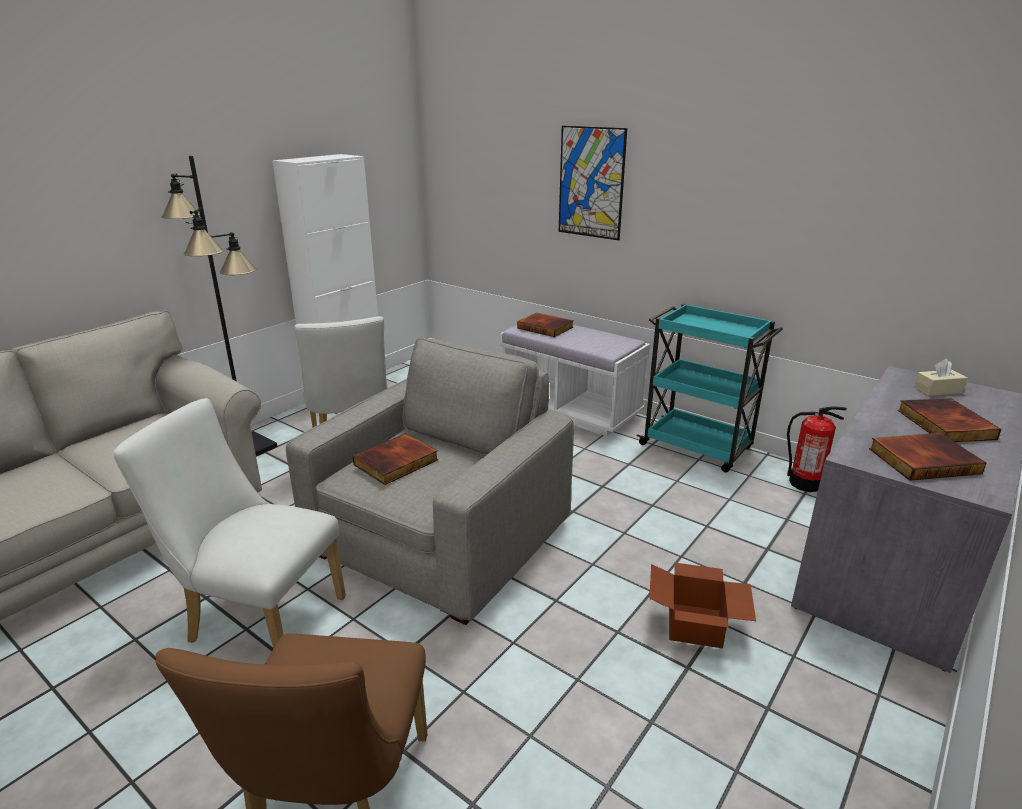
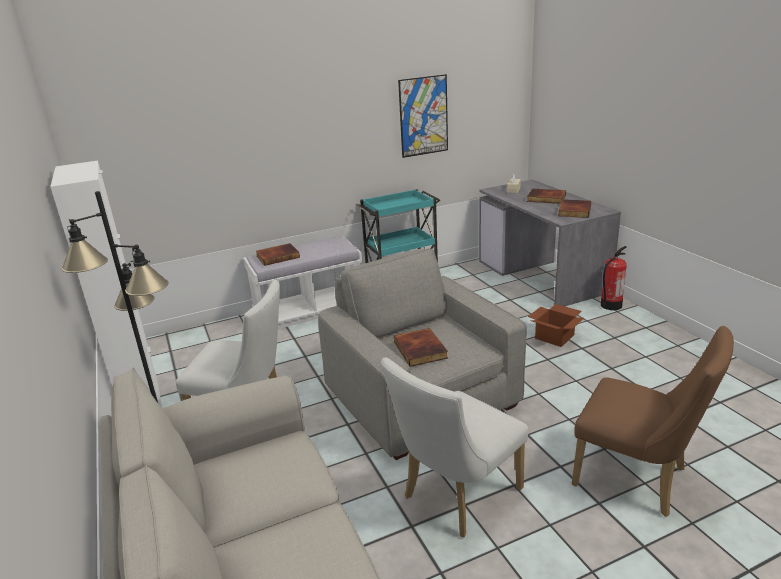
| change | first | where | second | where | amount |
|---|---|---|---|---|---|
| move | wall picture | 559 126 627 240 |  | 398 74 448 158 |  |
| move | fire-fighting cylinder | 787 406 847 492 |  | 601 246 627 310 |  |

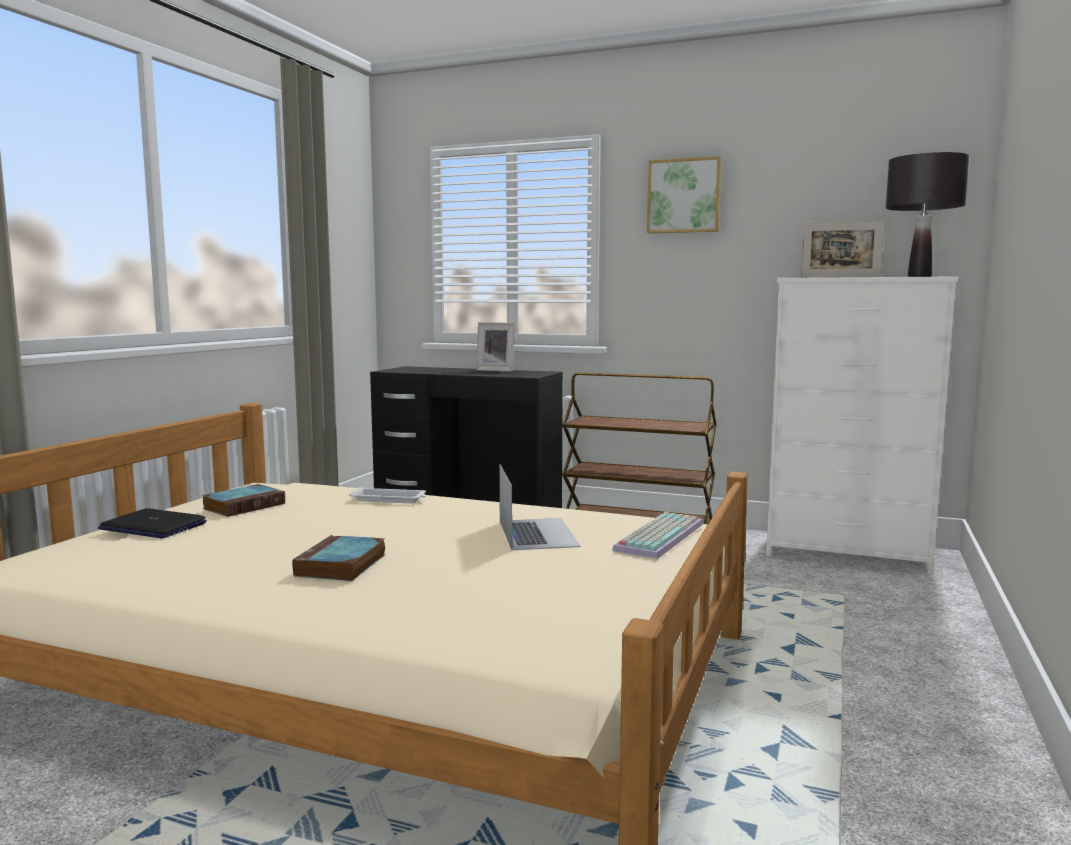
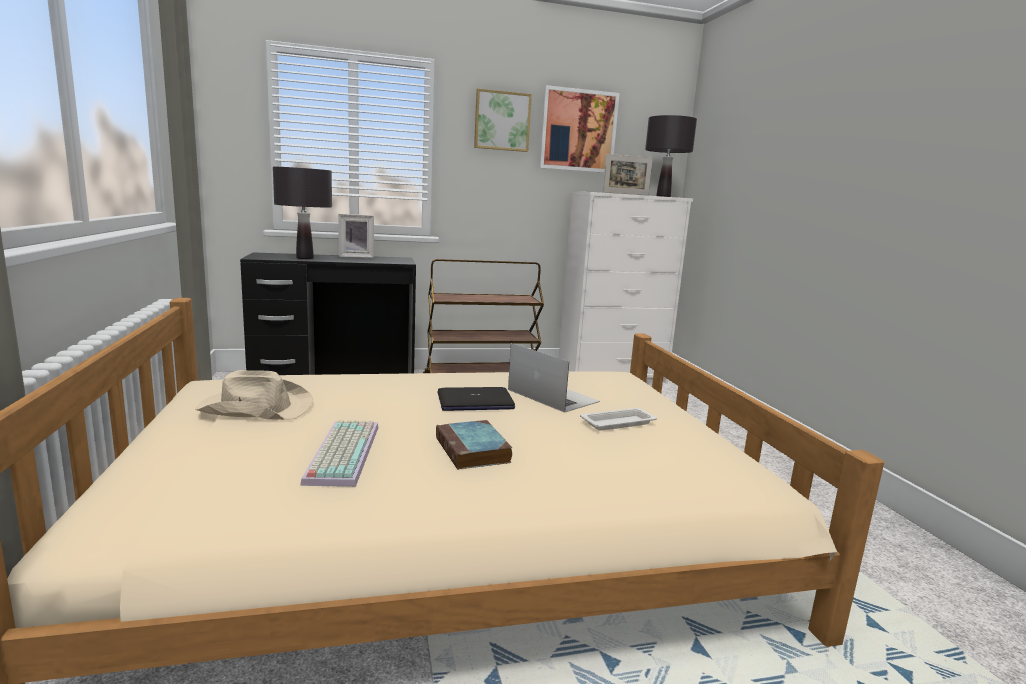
| change | first | where | second | where | amount |
|---|---|---|---|---|---|
| insert |  |  | tabletop lamp (black) | 273 167 332 259 |  |
| insert |  |  | wall picture | 539 85 620 173 |  |
| move | portable computer | 98 508 207 538 |  | 438 387 515 411 |  |
| move | tray (white-coloured) | 349 487 426 503 |  | 580 408 657 431 |  |
| move | keyboard | 612 512 703 559 |  | 300 420 379 487 |  |
| replace | bound book | 201 484 285 517 | wearable hat (sand-coloured) | 195 370 313 420 |  |

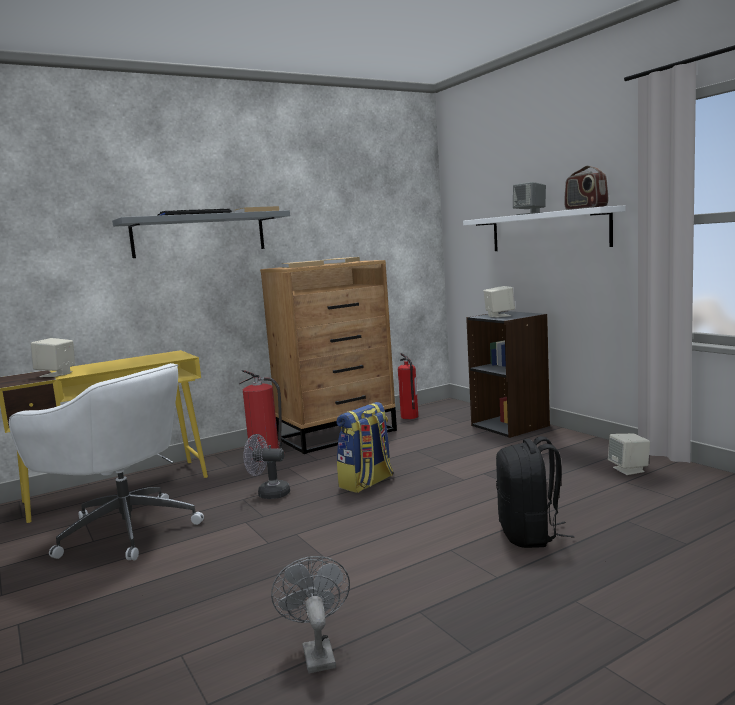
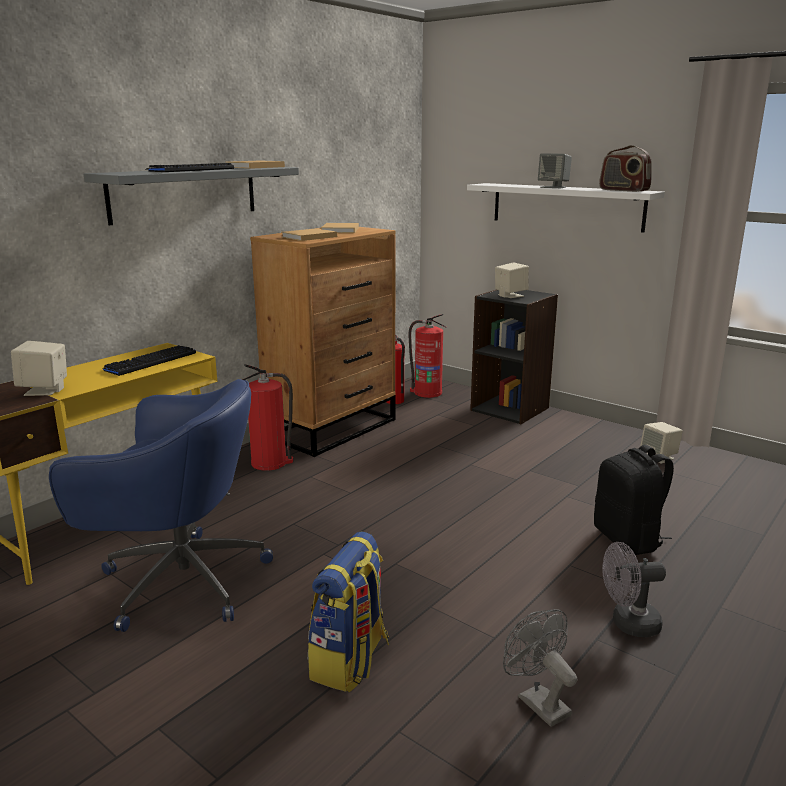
| change | first | where | second | where | amount |
|---|---|---|---|---|---|
| insert |  |  | keyboard | 103 345 196 376 |  |
| insert |  |  | fire-fighting cylinder | 409 314 447 398 |  |
| move | fan (gray) | 243 434 290 499 |  | 602 542 666 637 |  |
| move | rucksack | 337 402 393 493 |  | 308 531 389 692 |  |
| recolor | desk chair (white-coloured) | 9 363 204 560 | desk chair (bluish) | 49 379 273 632 |  |

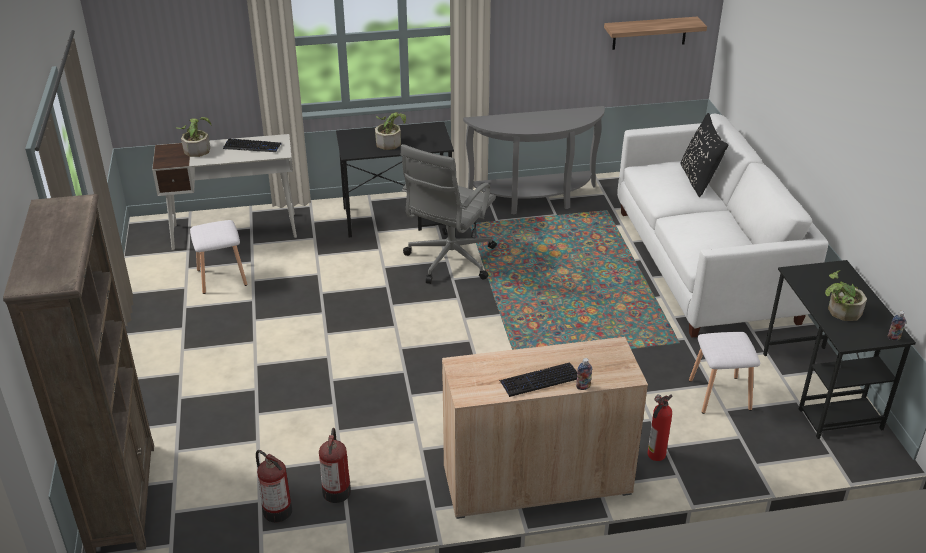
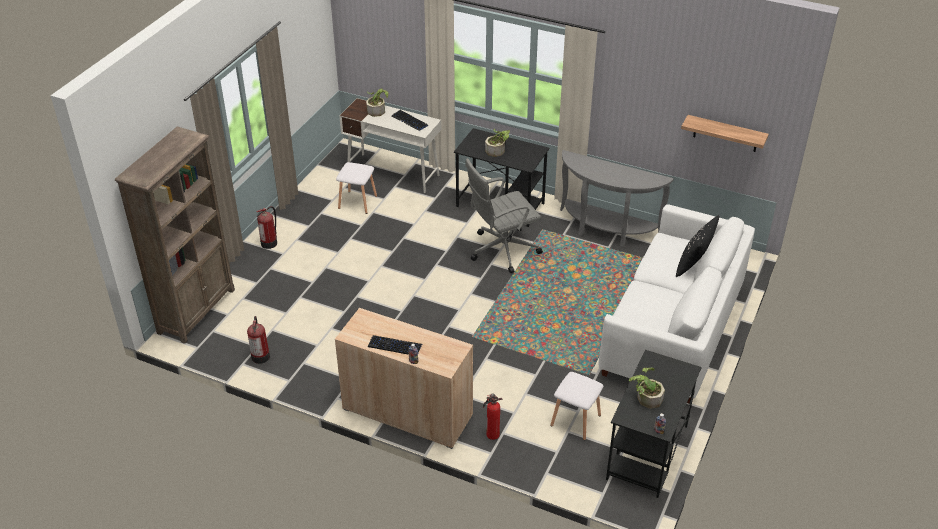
| change | first | where | second | where | amount |
|---|---|---|---|---|---|
| move | fire-fighting cylinder | 319 428 351 503 |  | 256 206 277 249 |  |

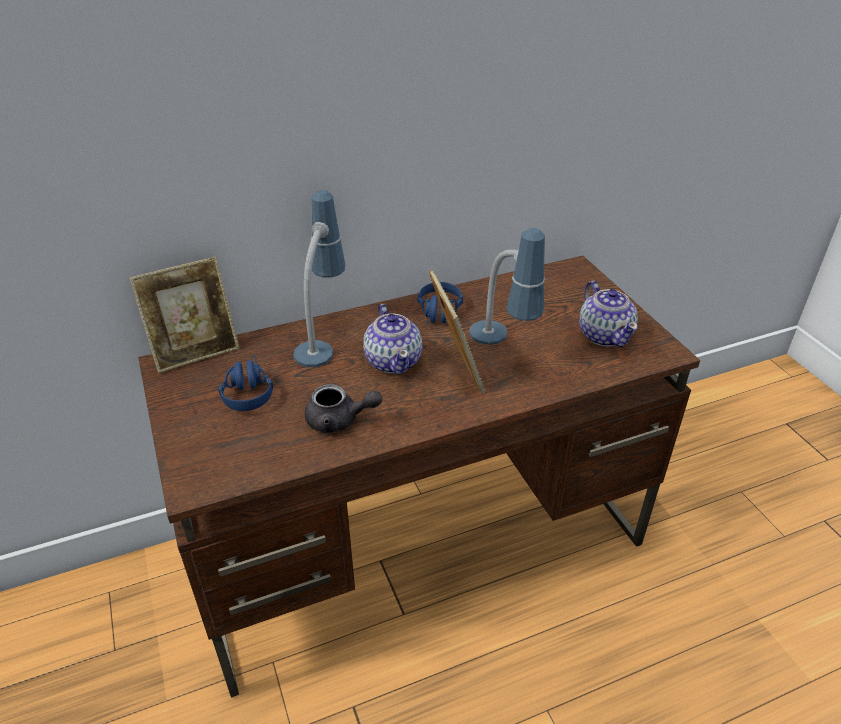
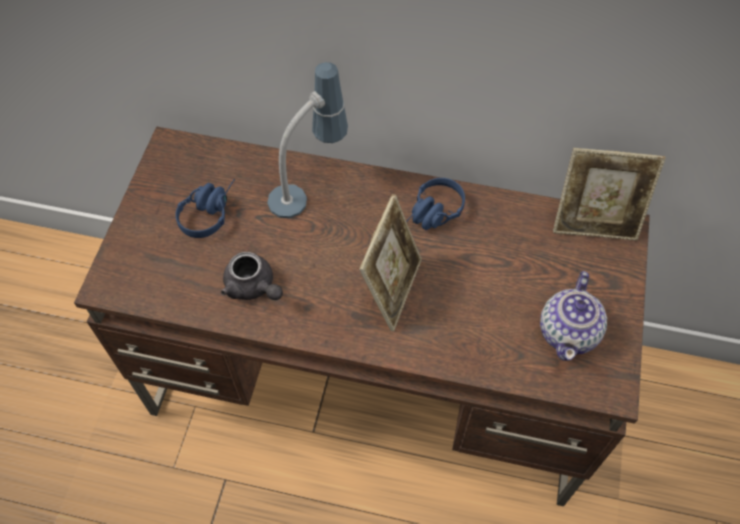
| change | first | where | second | where | amount |
|---|---|---|---|---|---|
| delete | pot for tea | 363 304 422 375 |  |  |  |
| delete | tabletop lamp | 469 228 545 345 |  |  |  |
| move | photo frame | 129 257 240 373 |  | 553 148 666 240 |  |

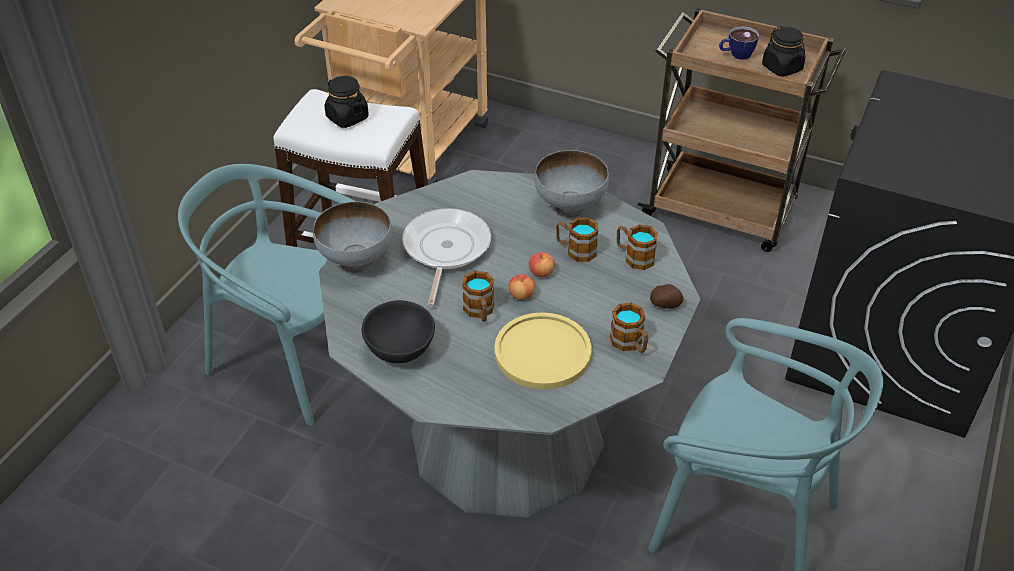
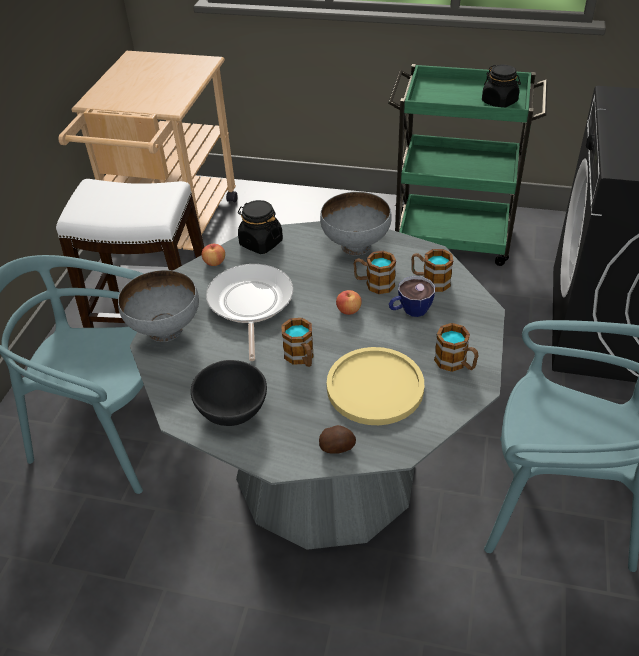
| change | first | where | second | where | amount |
|---|---|---|---|---|---|
| move | preserve jar (black) | 325 76 369 128 |  | 238 200 283 254 |  |
| move | whole apple | 509 274 535 300 |  | 202 244 225 266 |  |
| move | potato | 650 284 683 309 |  | 319 425 356 453 |  |
| move | cup | 719 26 759 60 |  | 389 276 435 317 |  |
| recolor | wheeled cart (brown) | 637 8 846 252 | wheeled cart (greenish) | 388 64 547 266 |  |

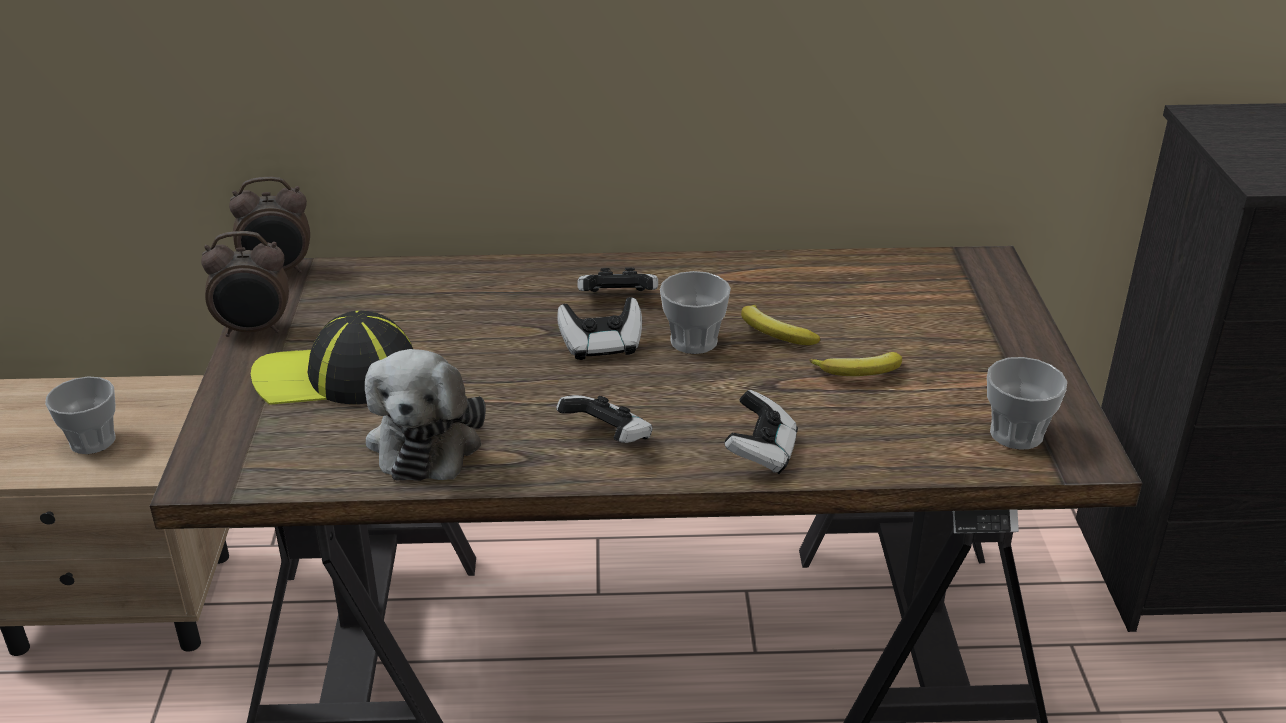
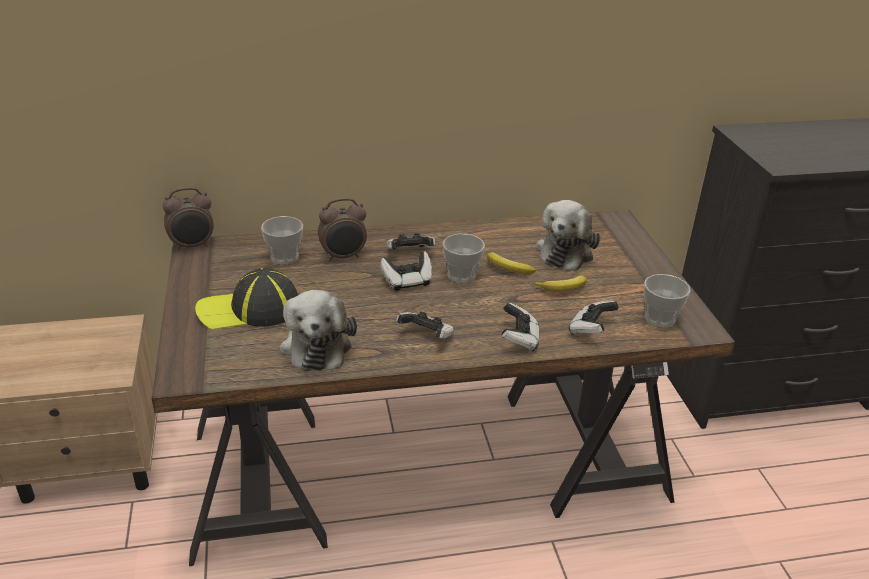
| change | first | where | second | where | amount |
|---|---|---|---|---|---|
| insert |  |  | cuddly toy | 536 200 601 271 |  |
| insert |  |  | joypad | 569 301 619 335 |  |
| move | cup | 45 376 116 454 |  | 261 216 303 265 |  |
| move | alarm clock | 201 231 289 337 |  | 318 198 367 261 |  |

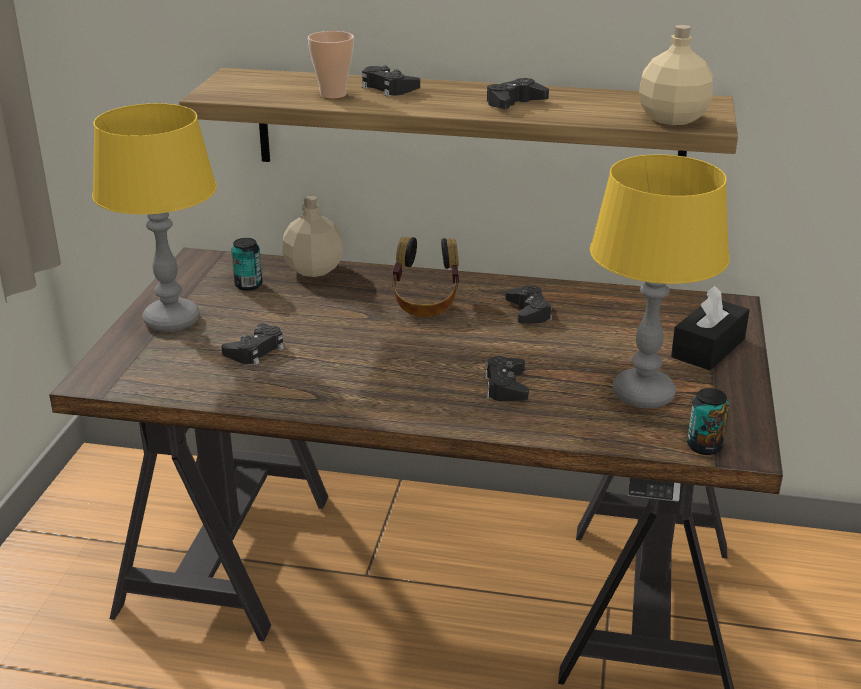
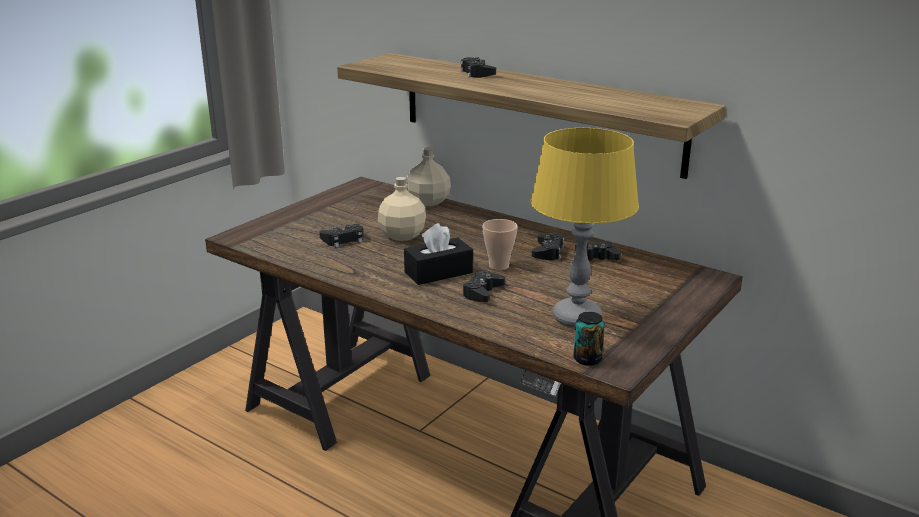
| change | first | where | second | where | amount |
|---|---|---|---|---|---|
| delete | tabletop lamp (yellowish) | 92 103 217 332 |  |  |  |
| delete | metal can | 231 238 262 291 |  |  |  |
| delete | headset | 392 237 459 317 |  |  |  |
| move | cup | 308 31 354 99 |  | 482 219 518 270 |  |
| move | joypad (black) | 487 78 549 109 |  | 575 241 621 261 |  |
| move | drink bottle (sand-coloured) | 639 25 713 125 |  | 378 177 426 241 |  |
| move | tissue box (black) | 671 285 749 371 |  | 404 223 473 285 |  |

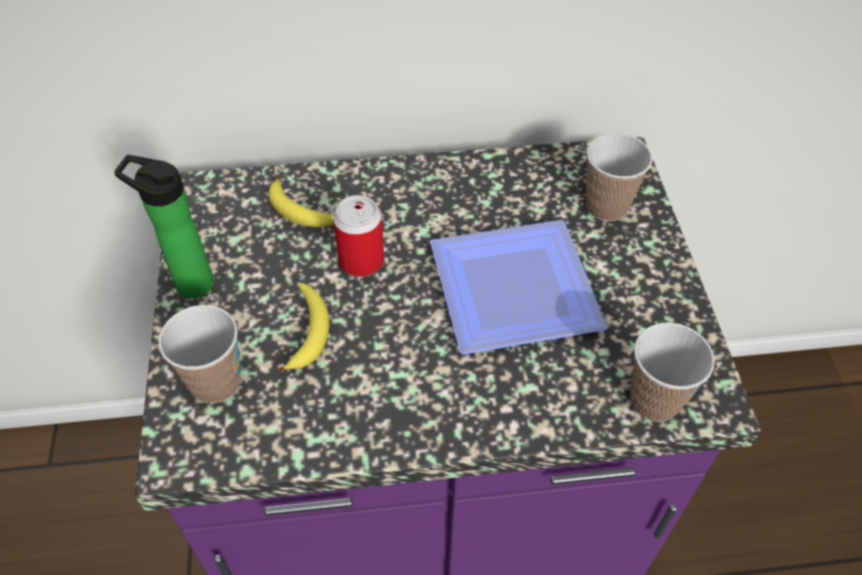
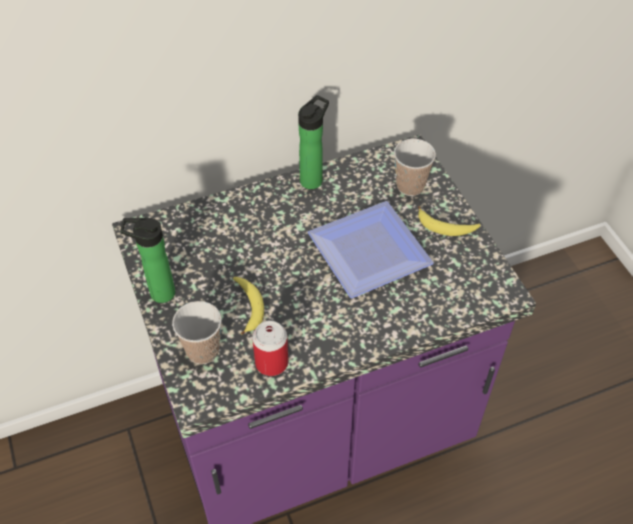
| change | first | where | second | where | amount |
|---|---|---|---|---|---|
| delete | cup | 630 322 715 422 |  |  |  |
| insert |  |  | drink bottle | 298 95 329 189 |  |
| move | banana fruit | 269 175 334 227 |  | 418 206 481 236 |  |
| move | metal can | 333 195 384 277 |  | 252 321 289 376 |  |

